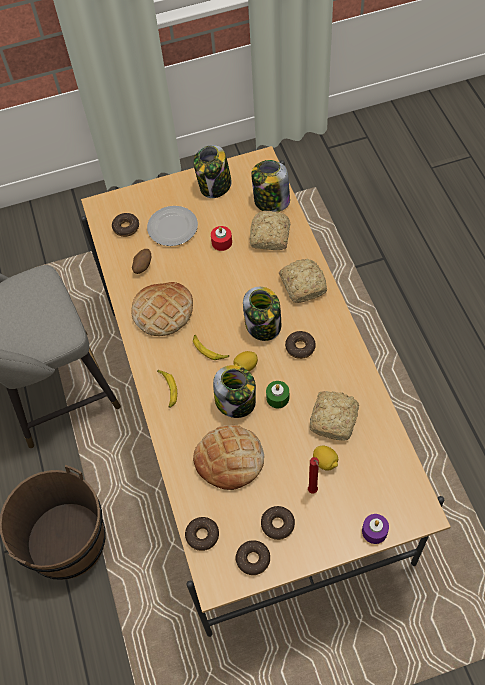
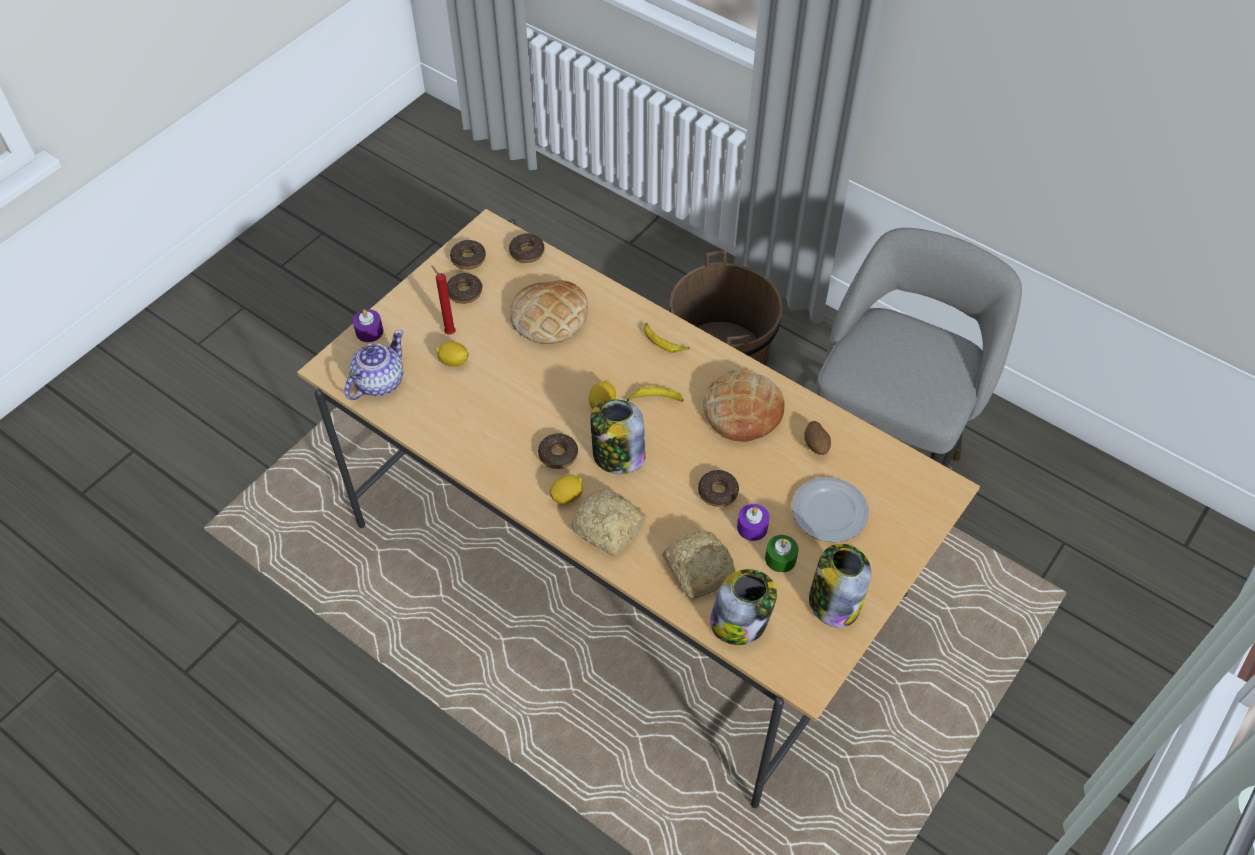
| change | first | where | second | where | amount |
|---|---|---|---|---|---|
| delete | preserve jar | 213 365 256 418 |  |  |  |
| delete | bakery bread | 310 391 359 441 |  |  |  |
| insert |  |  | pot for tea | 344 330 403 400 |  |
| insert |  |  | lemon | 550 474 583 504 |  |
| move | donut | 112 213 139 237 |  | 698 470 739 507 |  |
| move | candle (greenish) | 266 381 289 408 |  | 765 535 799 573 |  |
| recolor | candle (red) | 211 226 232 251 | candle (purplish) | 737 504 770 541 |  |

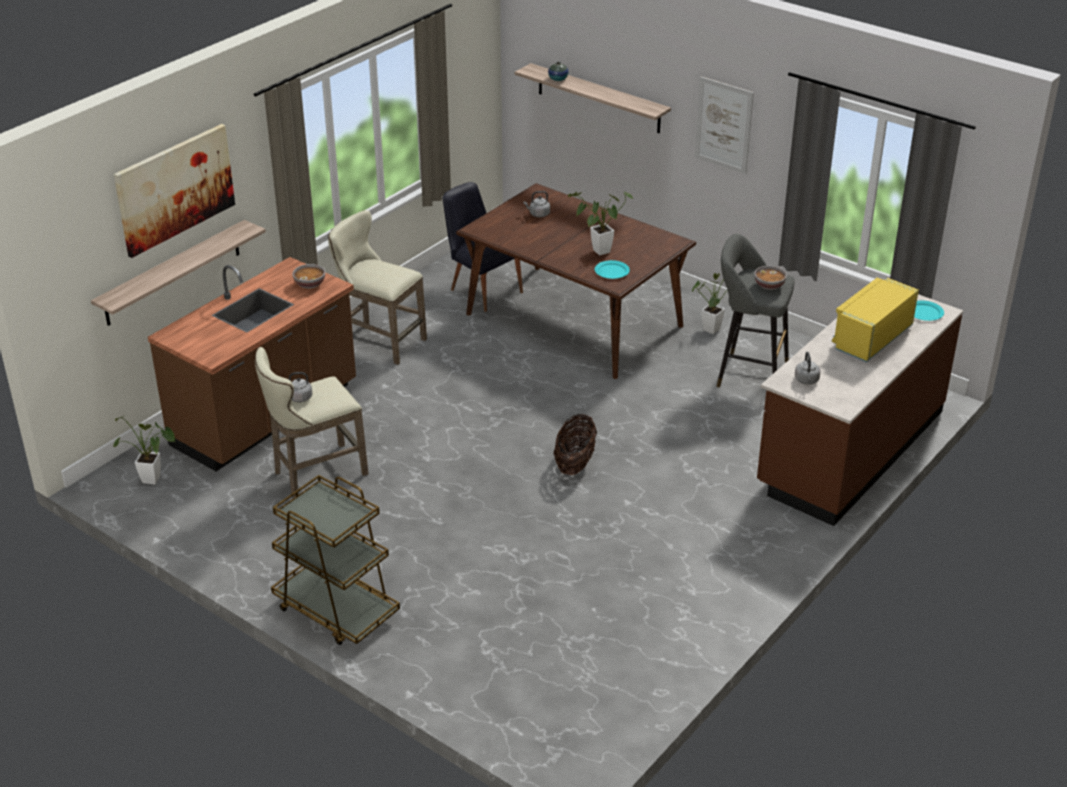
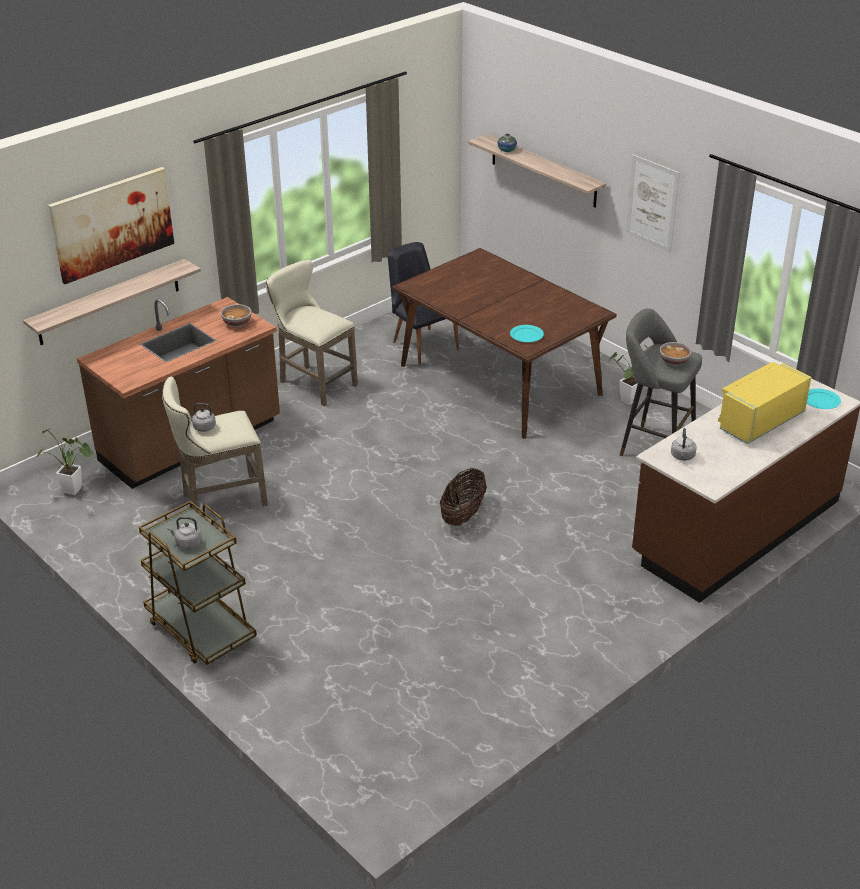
| change | first | where | second | where | amount |
|---|---|---|---|---|---|
| delete | potted plant | 568 191 633 255 |  |  |  |
| move | kettle (gray) | 523 191 550 217 |  | 167 517 202 549 |  |

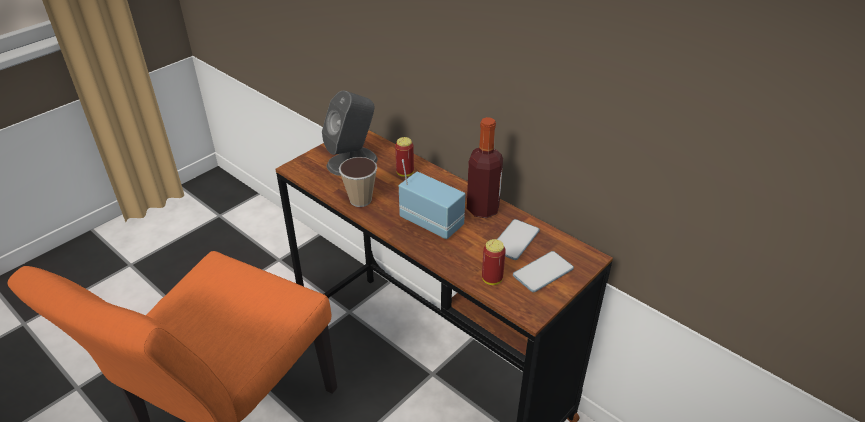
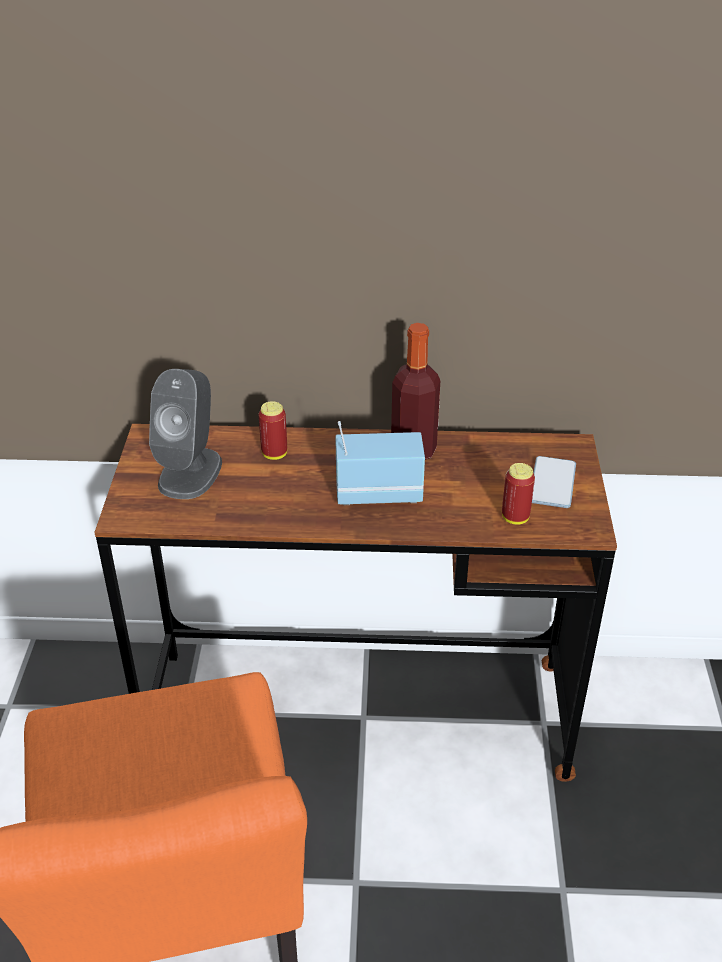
| change | first | where | second | where | amount |
|---|---|---|---|---|---|
| delete | cup | 339 157 377 207 |  |  |  |
| delete | telephone | 497 219 540 260 |  |  |  |

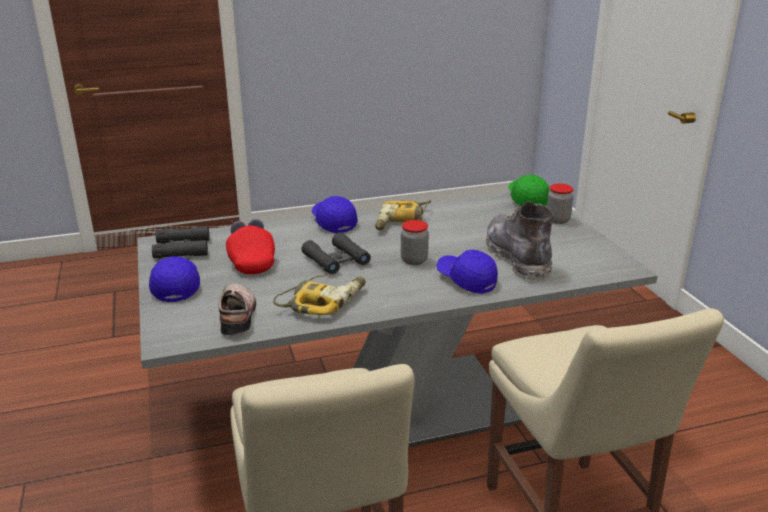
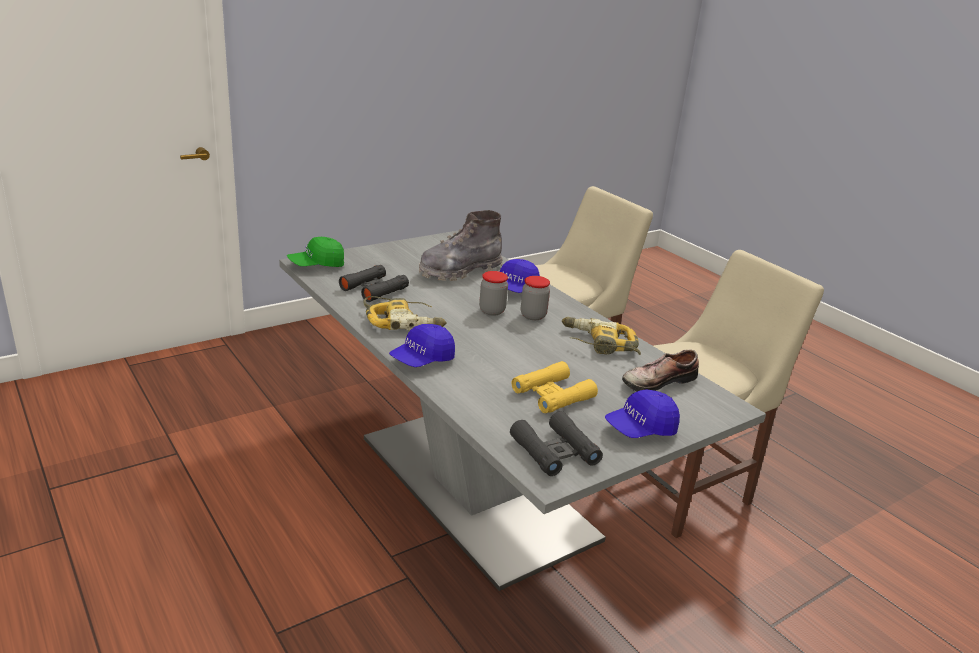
| change | first | where | second | where | amount |
|---|---|---|---|---|---|
| move | pair of binoculars (black) | 301 232 371 274 |  | 339 265 409 302 |  |
| move | preserve jar | 547 184 574 224 |  | 521 276 550 320 |  |
| replace | baseball cap (red) | 226 219 275 274 | pair of binoculars (yellowish) | 512 361 598 413 |  |

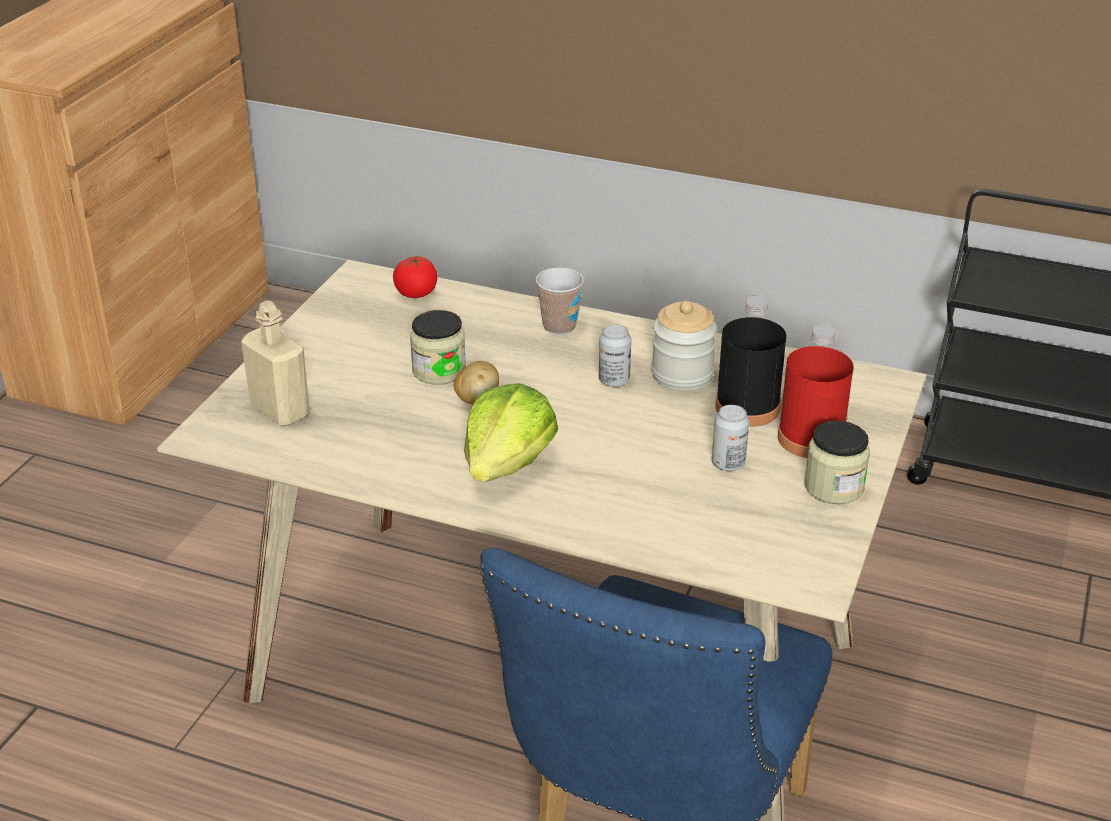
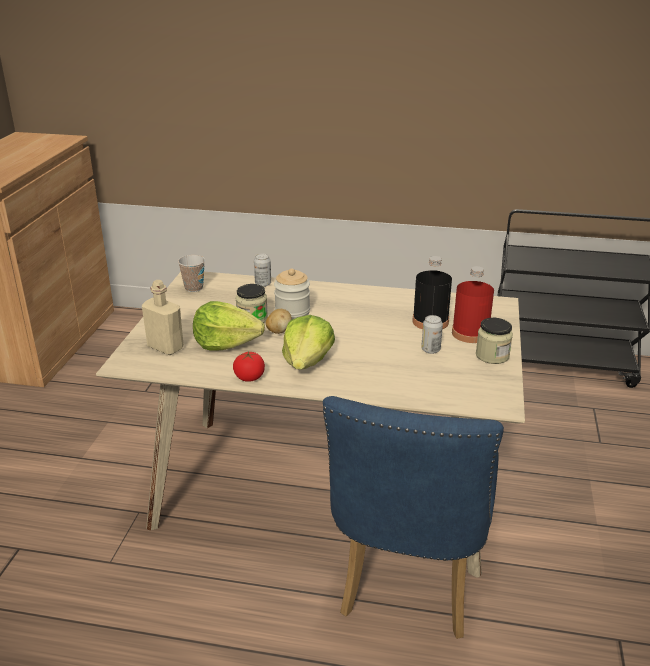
| change | first | where | second | where | amount |
|---|---|---|---|---|---|
| insert |  |  | lettuce head | 193 301 265 350 |  |
| move | whole tomato | 393 255 437 298 |  | 233 351 265 382 |  |
| move | cup | 536 267 584 335 |  | 178 255 205 292 |  |
| move | metal can | 599 325 631 387 |  | 254 254 271 287 |  |
| move | preserve jar | 651 301 717 391 |  | 274 268 310 319 |  |

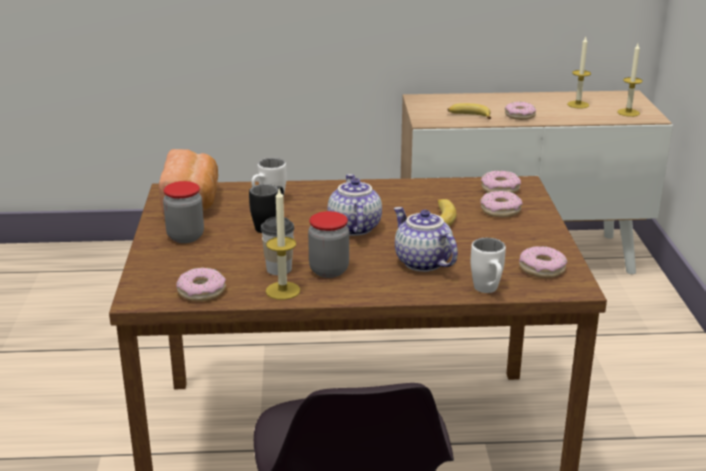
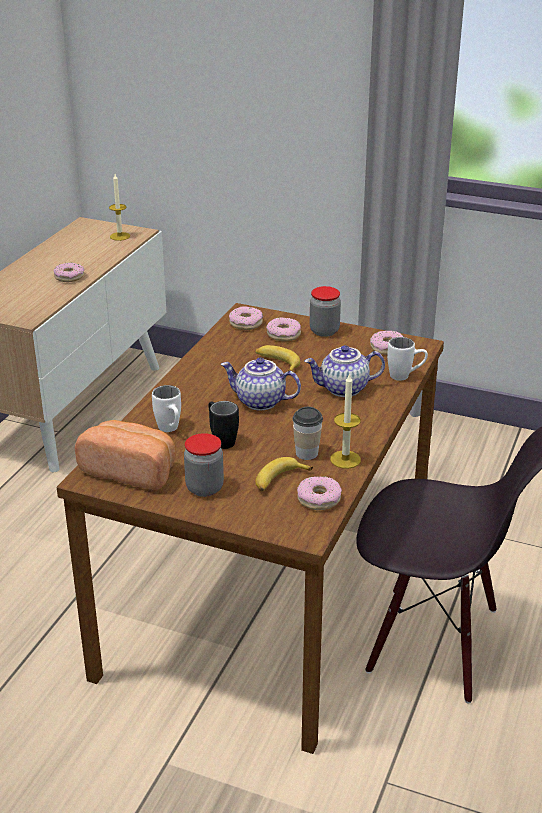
| change | first | where | second | where | amount |
|---|---|---|---|---|---|
| delete | candle | 567 37 591 109 |  |  |  |
| move | preserve jar | 308 211 349 278 |  | 310 286 341 337 |  |
| move | banana fruit | 447 103 491 119 |  | 255 457 313 492 |  |

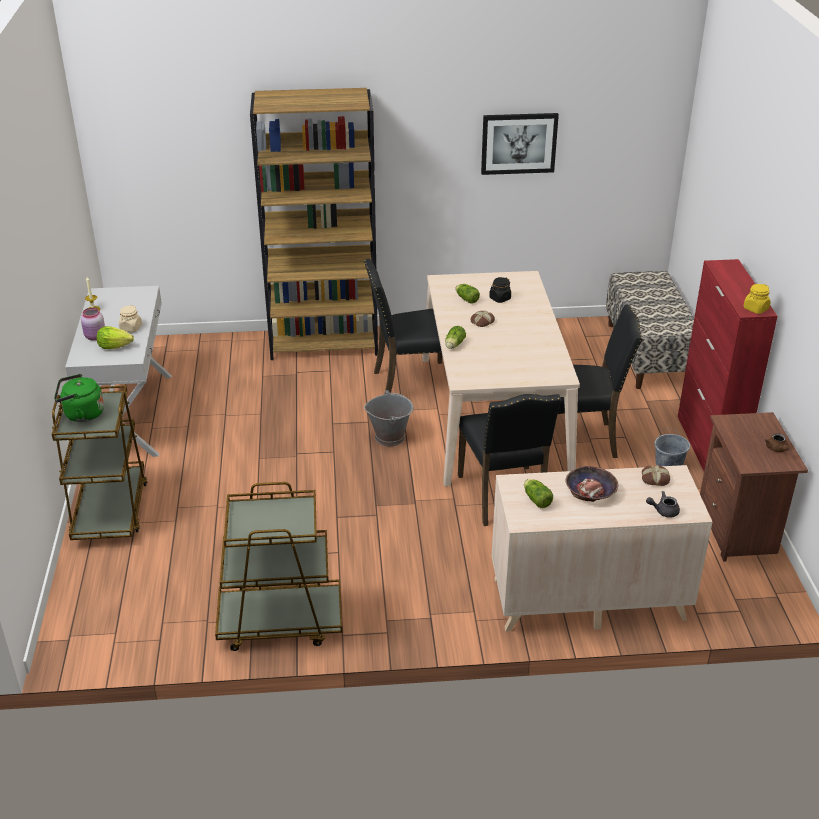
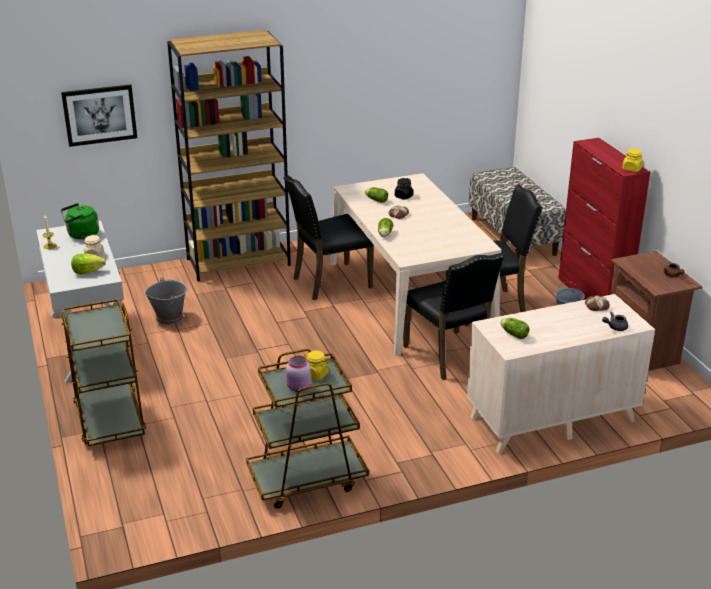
| change | first | where | second | where | amount |
|---|---|---|---|---|---|
| delete | deep dish | 566 466 619 502 |  |  |  |
| insert |  |  | preserve jar (yellowish) | 304 350 329 380 |  |
| move | kettle (greenish) | 54 374 104 422 |  | 61 203 99 239 |  |
| move | preserve jar (pinkish) | 81 308 105 340 |  | 286 356 311 392 |  |
| move | bucket (gray) | 364 390 413 446 |  | 144 277 188 325 |  |
| move | wall picture | 481 113 559 175 |  | 61 84 137 147 |  |

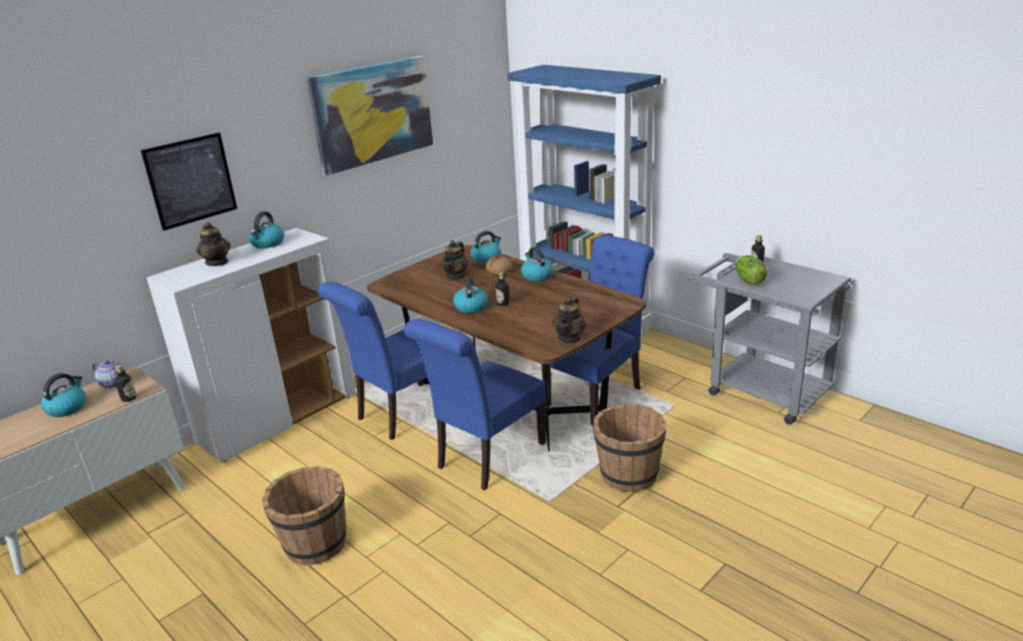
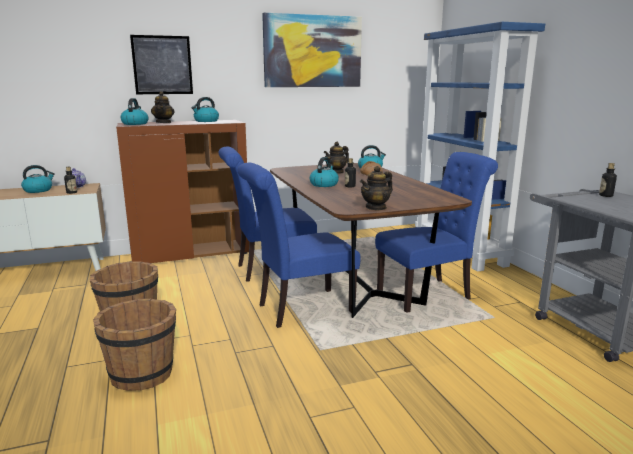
| change | first | where | second | where | amount |
|---|---|---|---|---|---|
| delete | lettuce head | 736 255 767 285 |  |  |  |
| move | kettle | 521 247 554 282 |  | 120 98 149 125 |  |
| move | bucket (brown) | 592 404 666 492 |  | 93 299 176 391 |  |
| recolor | cabinet (white-coloured) | 146 228 356 463 | cabinet (brown) | 116 120 249 263 |  |

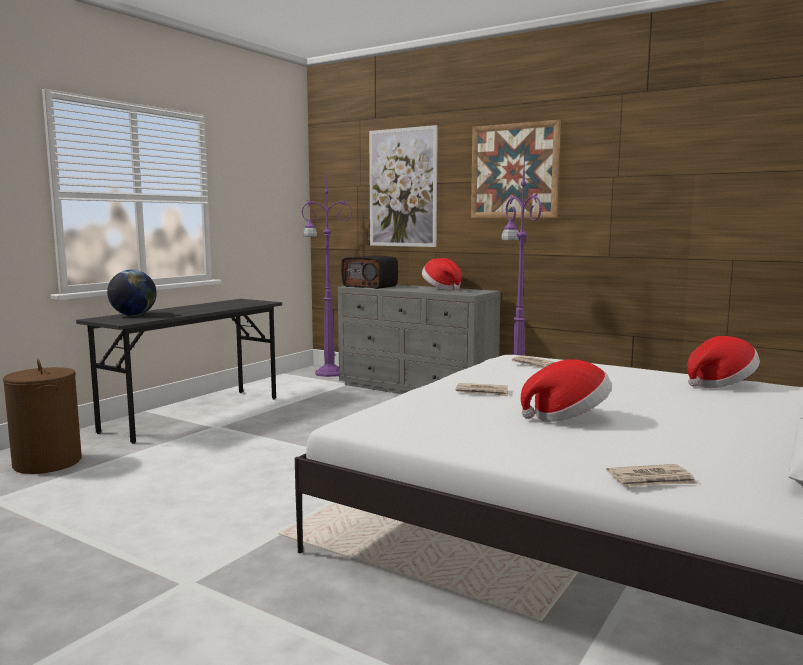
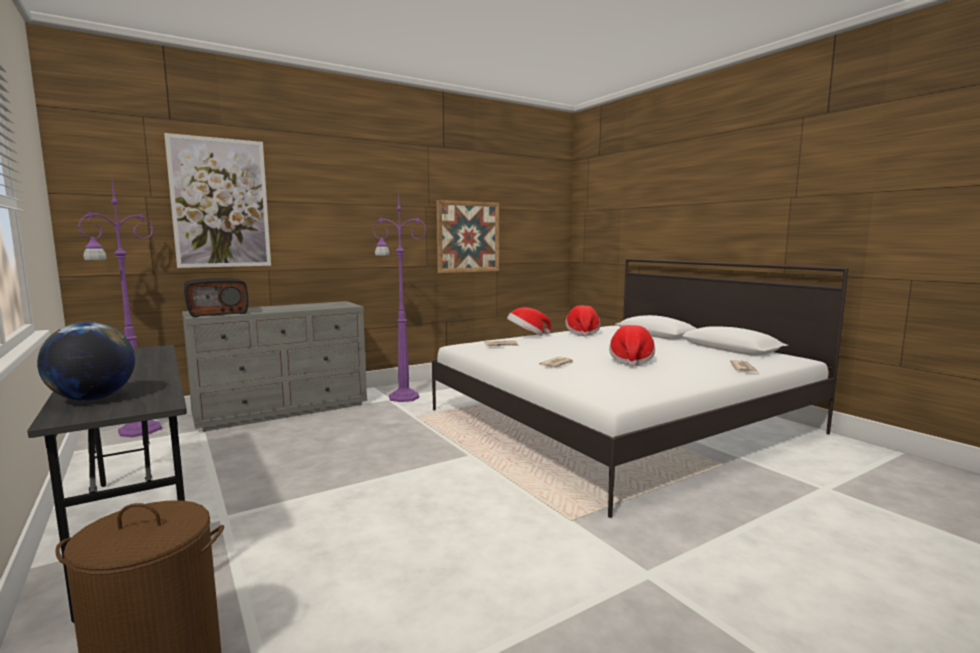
| change | first | where | second | where | amount |
|---|---|---|---|---|---|
| move | wearable hat | 422 258 461 290 |  | 507 307 551 336 |  |
| move | wall picture | 471 120 561 218 |  | 436 200 499 273 |  |

